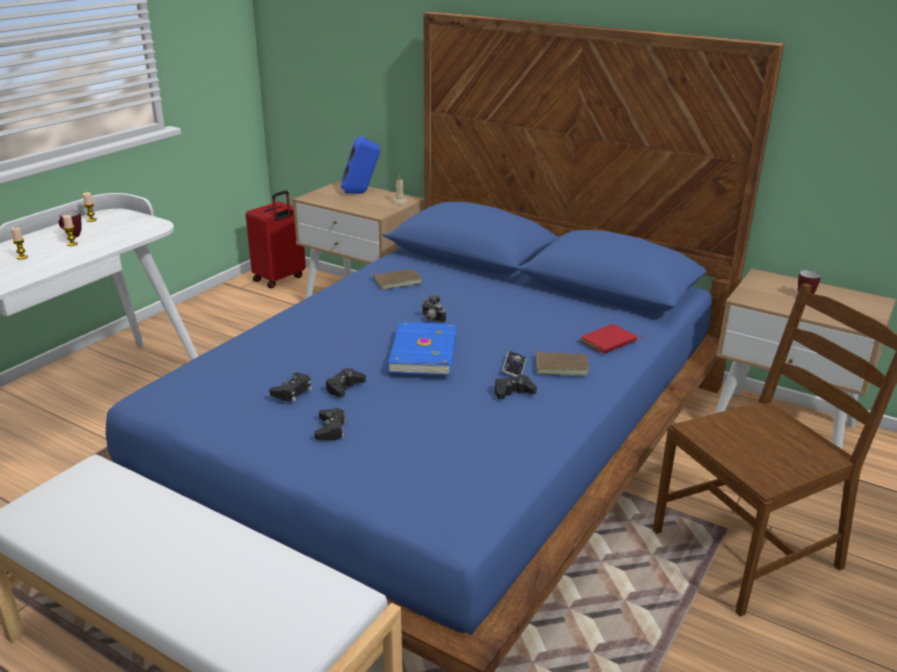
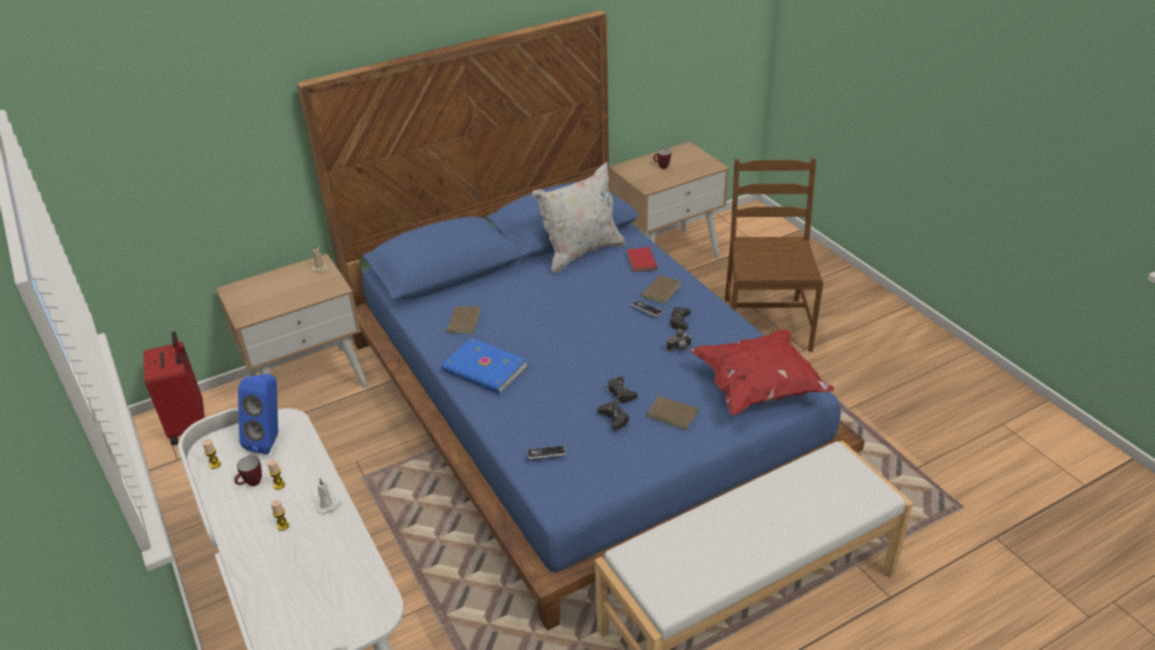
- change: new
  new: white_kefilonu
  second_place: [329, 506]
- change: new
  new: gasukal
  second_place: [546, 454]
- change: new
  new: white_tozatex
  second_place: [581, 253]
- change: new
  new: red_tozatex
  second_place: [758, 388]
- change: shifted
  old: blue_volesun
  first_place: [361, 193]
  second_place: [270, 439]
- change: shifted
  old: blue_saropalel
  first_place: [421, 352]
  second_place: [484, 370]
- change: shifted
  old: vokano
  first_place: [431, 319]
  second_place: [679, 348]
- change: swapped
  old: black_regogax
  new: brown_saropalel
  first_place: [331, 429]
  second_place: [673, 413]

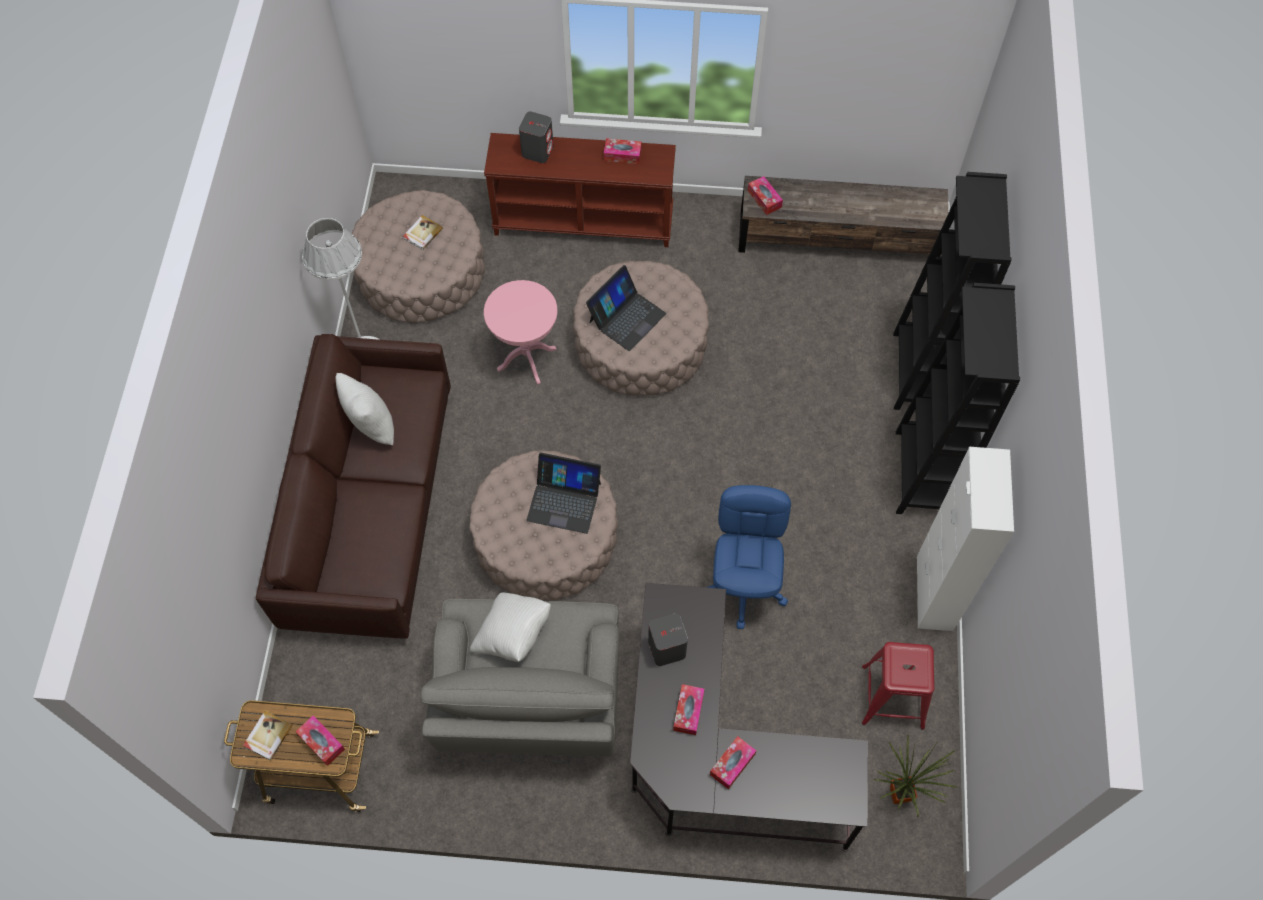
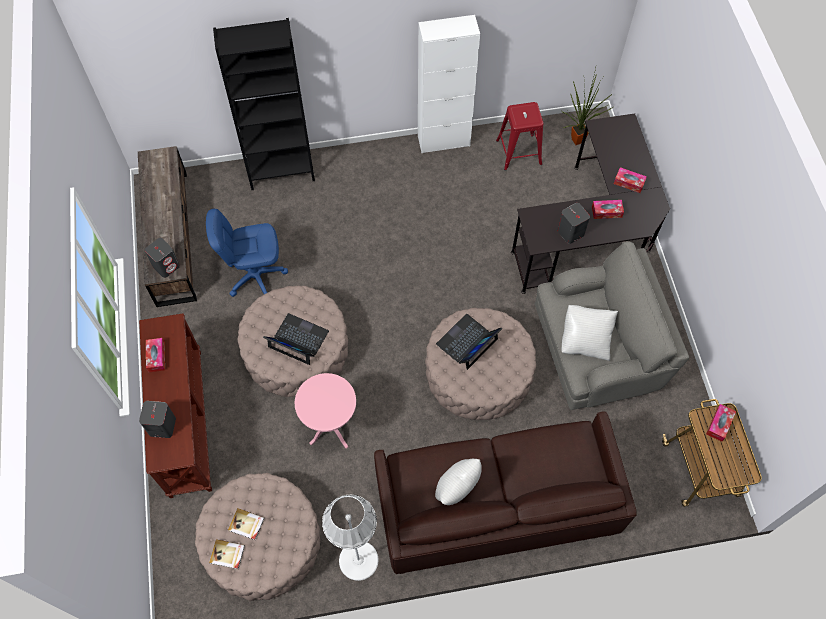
- change: gone
  old: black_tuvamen
  first_place: [923, 474]
- change: shifted
  old: saropalel
  first_place: [267, 736]
  second_place: [227, 555]
- change: shifted
  old: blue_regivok
  first_place: [743, 586]
  second_place: [256, 276]
- change: swapped
  old: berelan
  new: grey_volesun
  first_place: [764, 199]
  second_place: [166, 266]
- change: rotated
  old: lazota
  first_place: [564, 501]
  second_place: [467, 342]
  degrees: -135

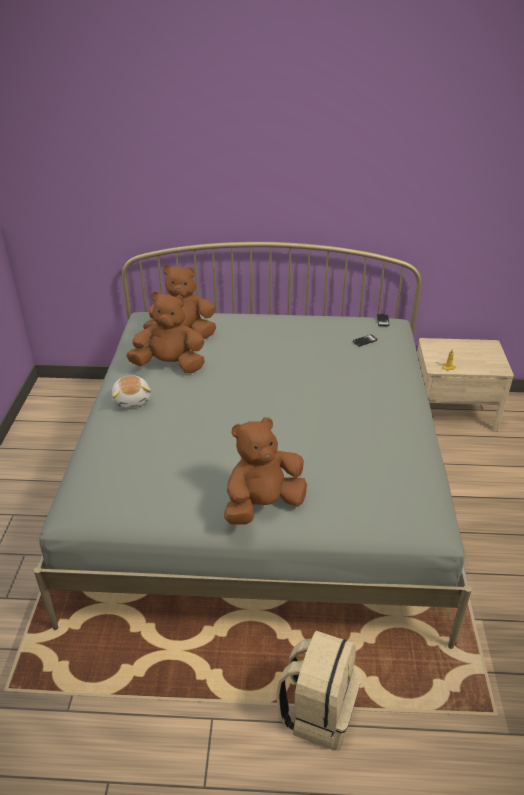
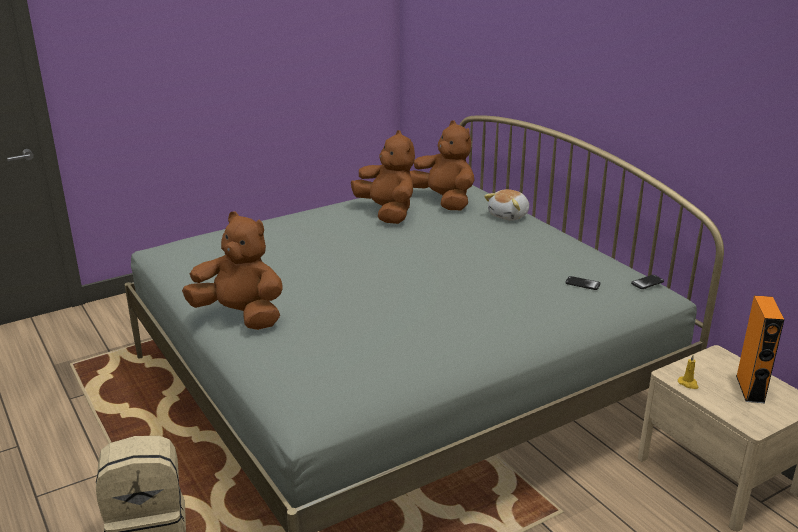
- change: new
  new: orange_volesun
  second_place: [750, 389]
- change: shifted
  old: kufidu
  first_place: [132, 400]
  second_place: [509, 216]

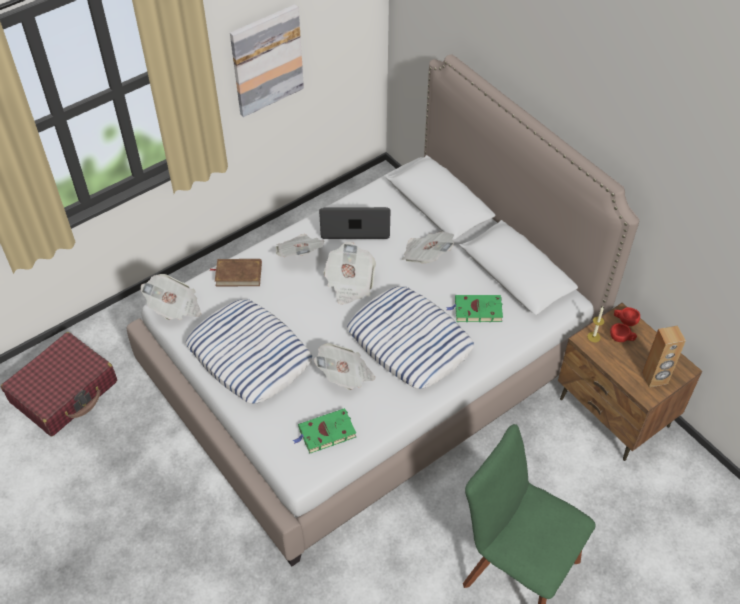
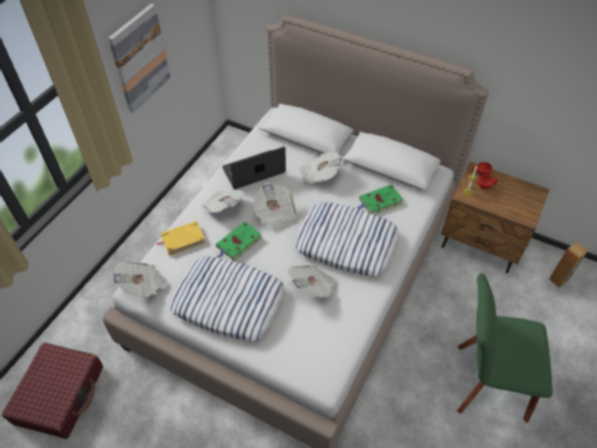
- change: shifted
  old: green_saropalel
  first_place: [325, 433]
  second_place: [238, 243]
- change: shifted
  old: brown_volesun
  first_place: [655, 378]
  second_place: [558, 280]
- change: repainted
  old: brown_saropalel
  new: yellow_saropalel
  first_place: [238, 274]
  second_place: [183, 240]

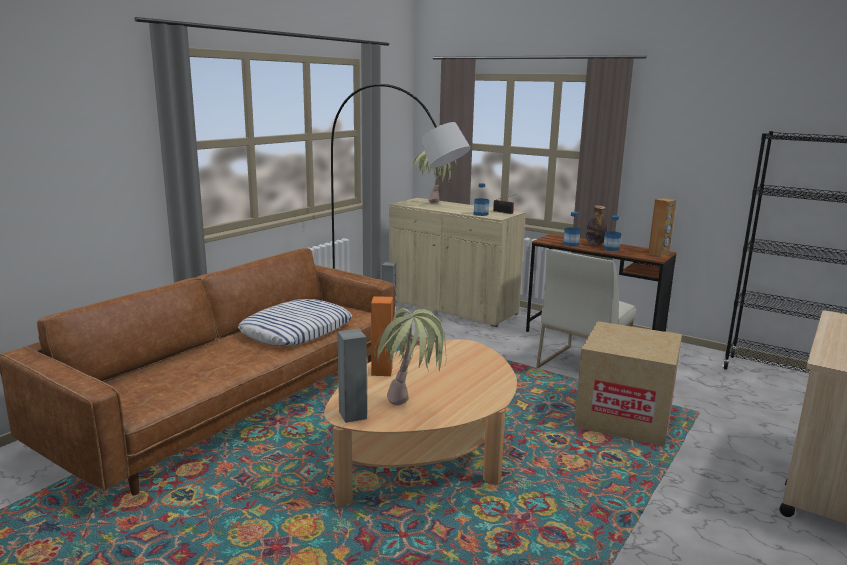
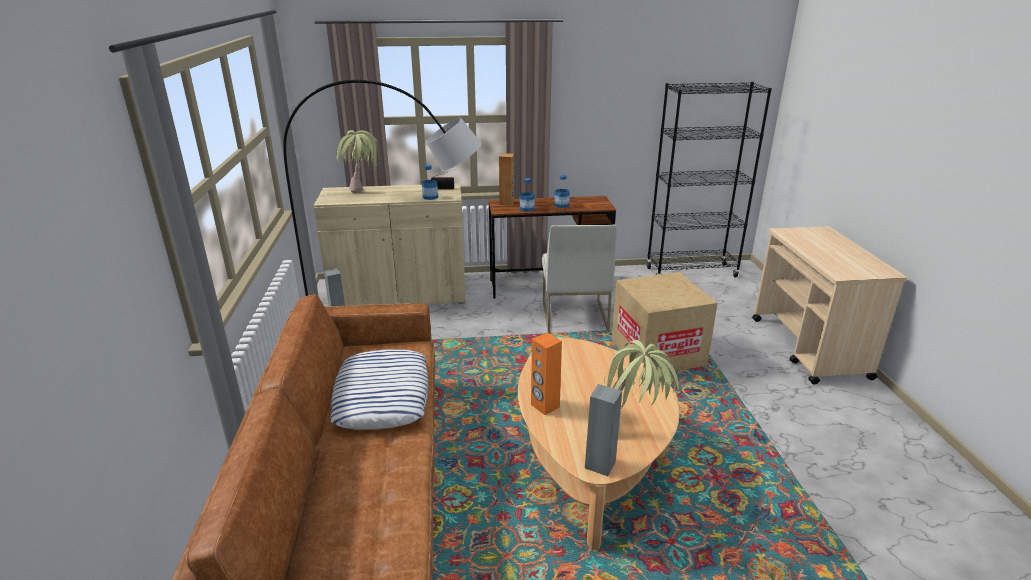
- change: gone
  old: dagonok
  first_place: [595, 244]
- change: shifted
  old: brown_volesun
  first_place: [659, 254]
  second_place: [507, 203]

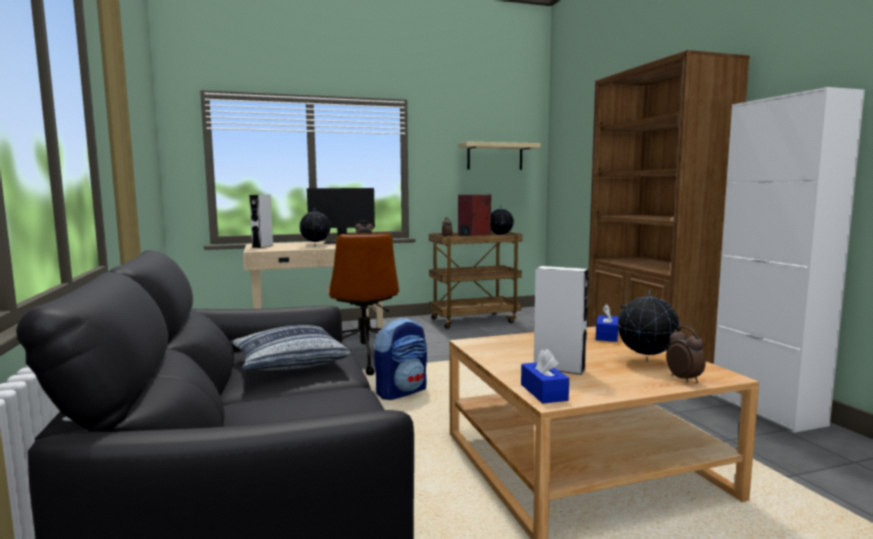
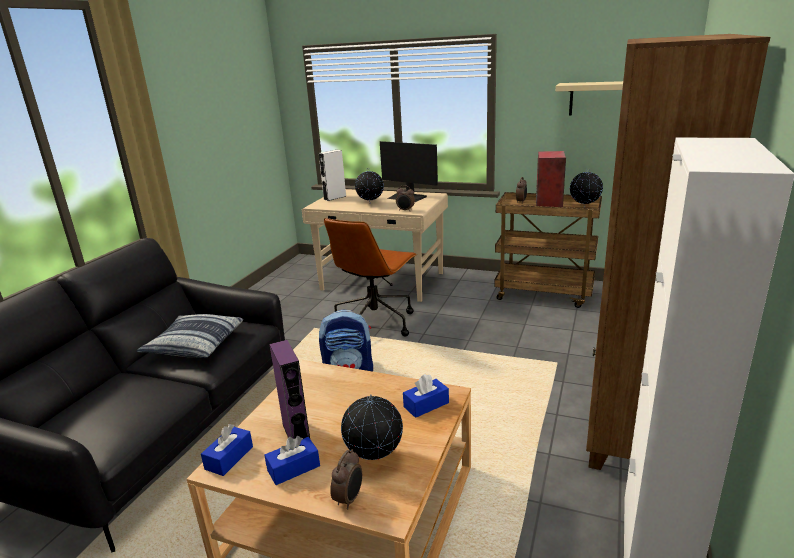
- change: new
  new: blue_berelan
  second_place: [293, 468]
- change: repainted
  old: white_volesun
  new: purple_volesun
  first_place: [559, 368]
  second_place: [296, 433]

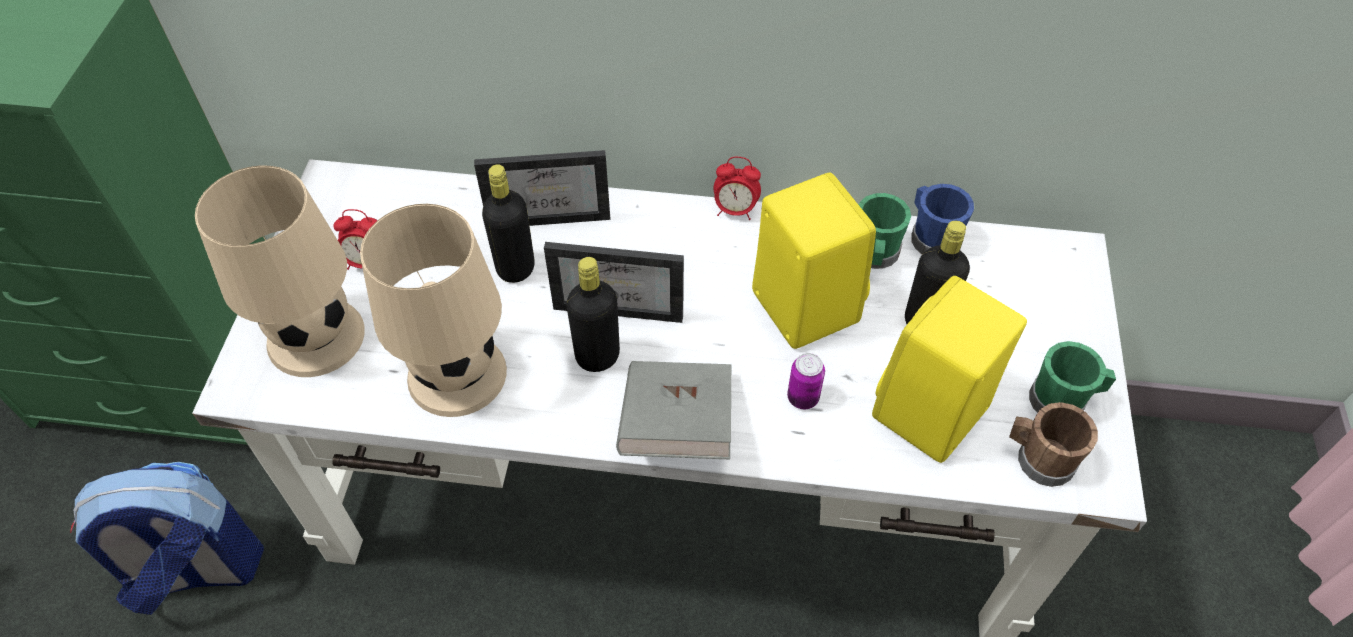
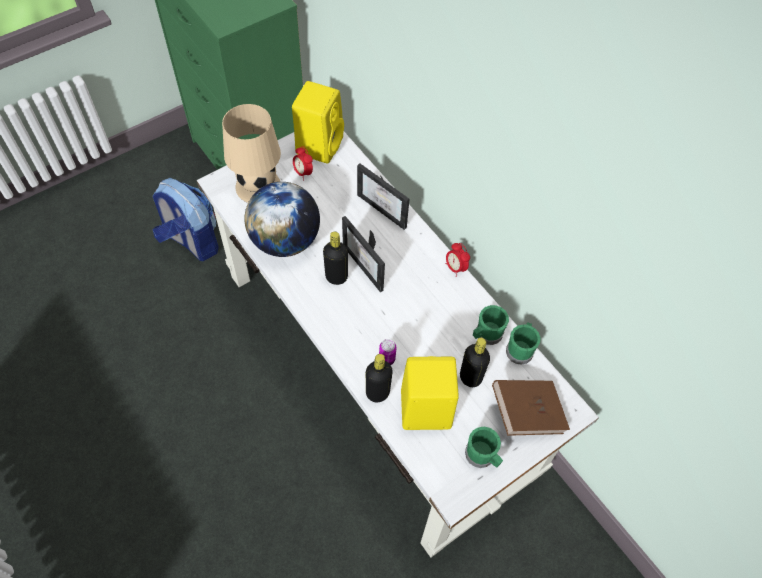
- change: gone
  old: grey_saropalel
  first_place: [676, 426]
- change: gone
  old: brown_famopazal
  first_place: [1039, 459]
- change: new
  new: brown_saropalel
  second_place: [526, 413]
- change: shifted
  old: black_dagonok
  first_place: [515, 268]
  second_place: [377, 392]
- change: shifted
  old: yellow_volesun
  first_place: [802, 304]
  second_place: [319, 144]
- change: swapped
  old: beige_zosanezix
  new: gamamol
  first_place: [458, 374]
  second_place: [285, 240]
- change: repainted
  old: blue_famopazal
  new: green_famopazal
  first_place: [931, 236]
  second_place: [520, 349]

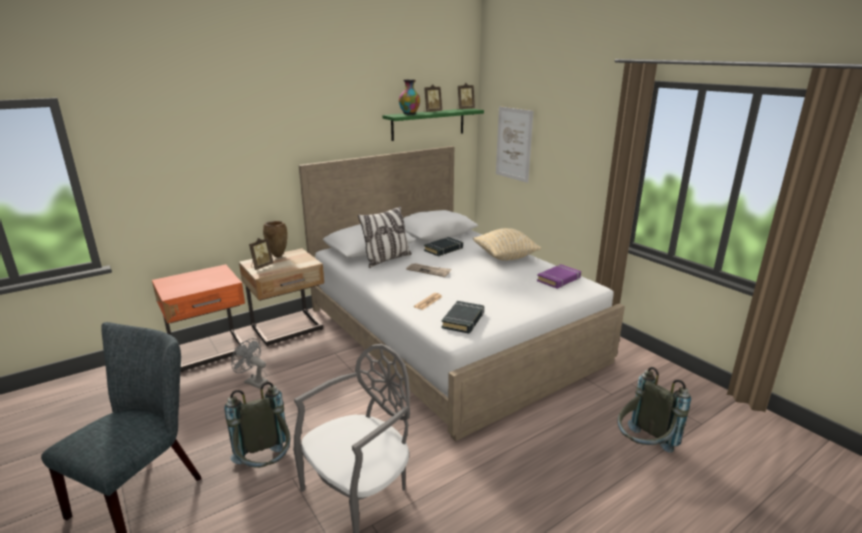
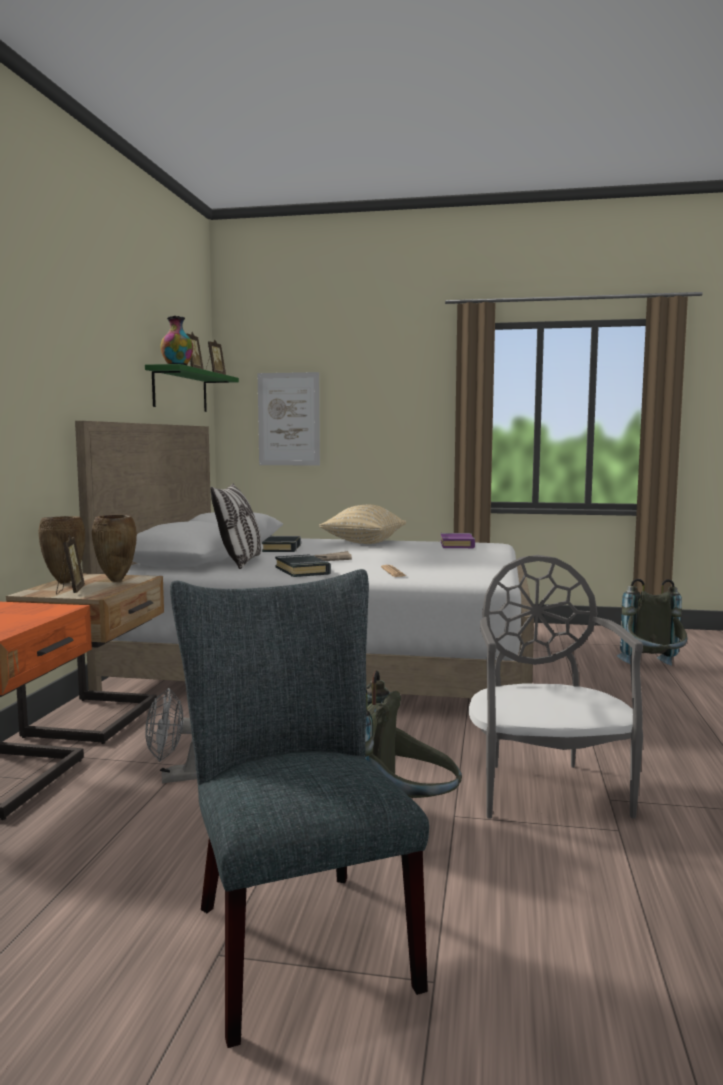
- change: new
  new: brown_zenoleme
  second_place: [117, 580]
- change: shifted
  old: black_saropalel
  first_place: [463, 320]
  second_place: [302, 571]

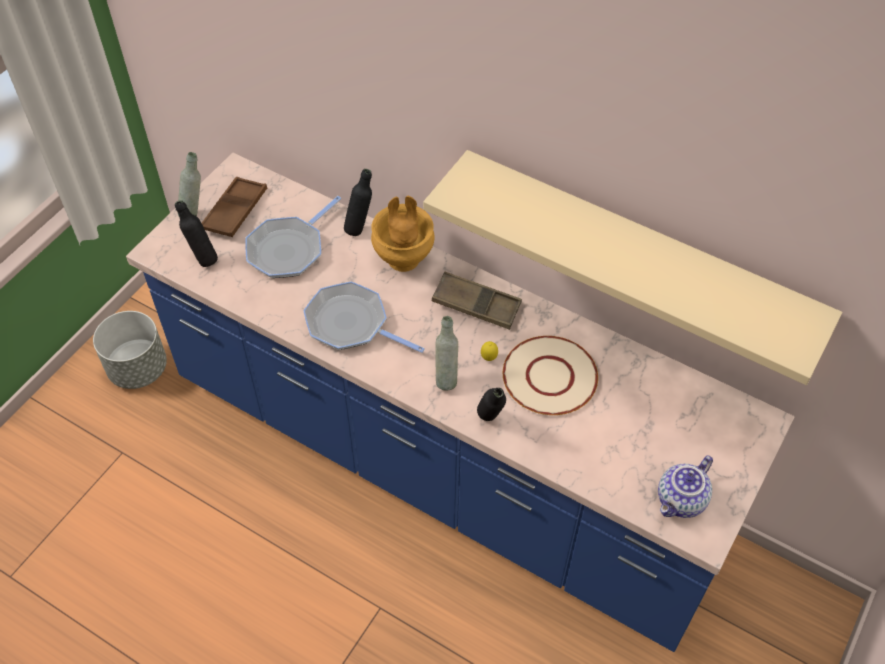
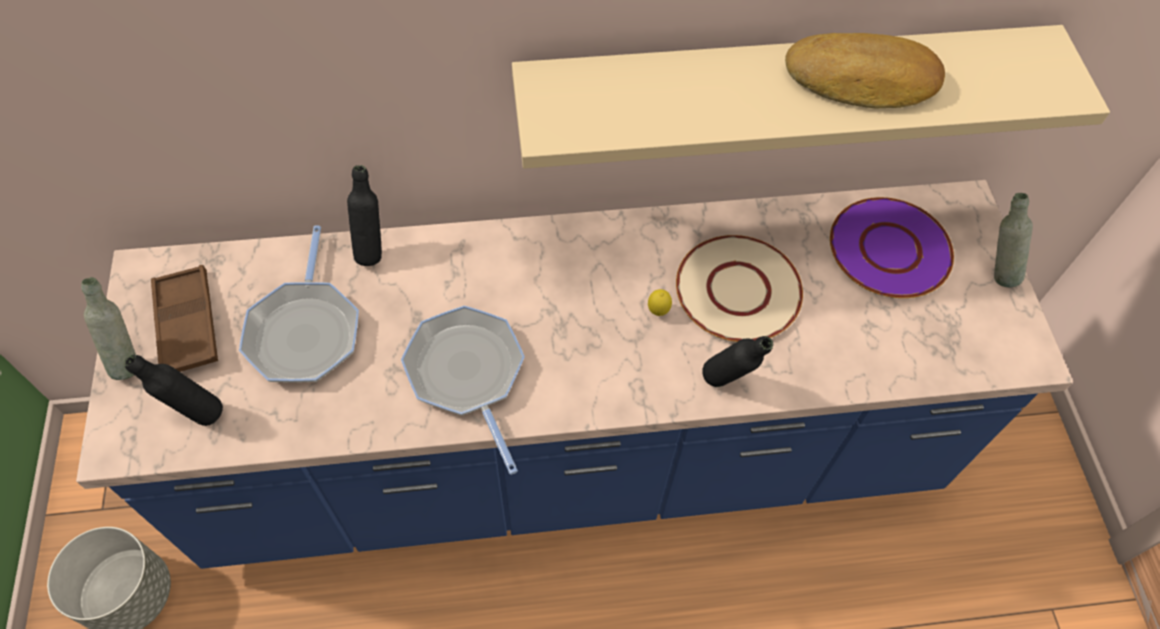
- change: gone
  old: brown_zenoleme
  first_place: [404, 259]
- change: gone
  old: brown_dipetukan
  first_place: [476, 305]
- change: gone
  old: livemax
  first_place: [681, 501]
- change: new
  new: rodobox
  second_place: [862, 81]
- change: new
  new: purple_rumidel
  second_place: [888, 249]
- change: shifted
  old: grey_dagonok
  first_place: [446, 377]
  second_place: [994, 272]
- change: rotated
  old: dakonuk
  first_place: [351, 324]
  second_place: [467, 374]
  degrees: 75

